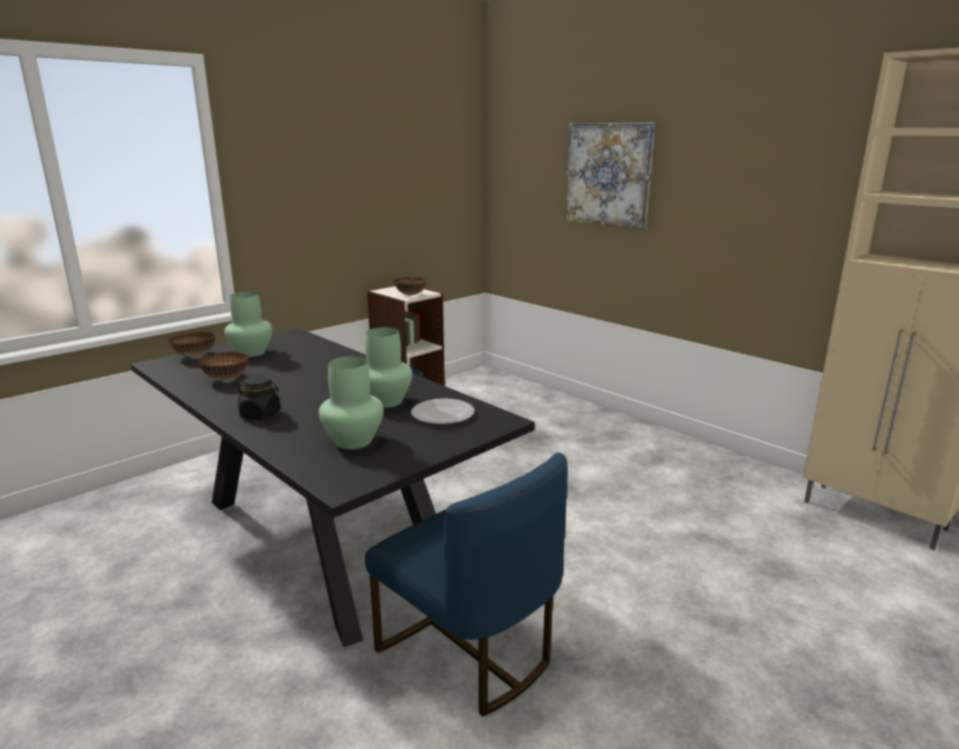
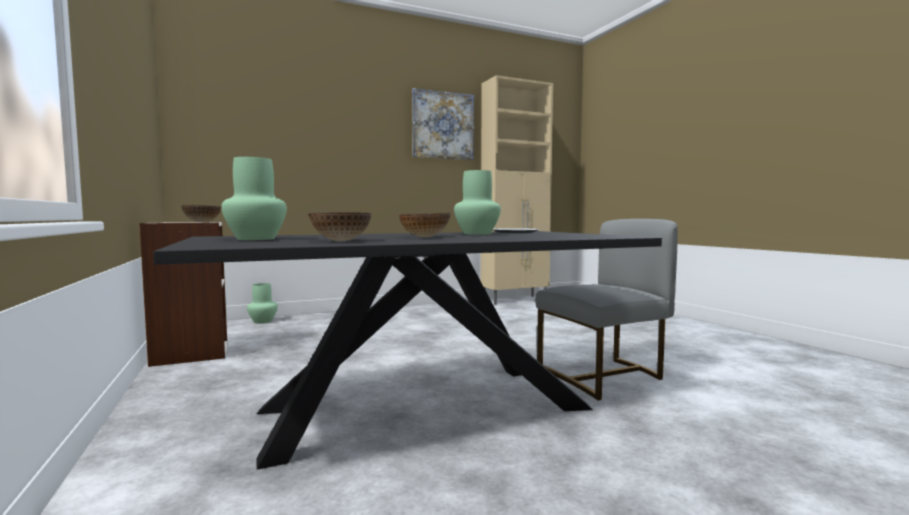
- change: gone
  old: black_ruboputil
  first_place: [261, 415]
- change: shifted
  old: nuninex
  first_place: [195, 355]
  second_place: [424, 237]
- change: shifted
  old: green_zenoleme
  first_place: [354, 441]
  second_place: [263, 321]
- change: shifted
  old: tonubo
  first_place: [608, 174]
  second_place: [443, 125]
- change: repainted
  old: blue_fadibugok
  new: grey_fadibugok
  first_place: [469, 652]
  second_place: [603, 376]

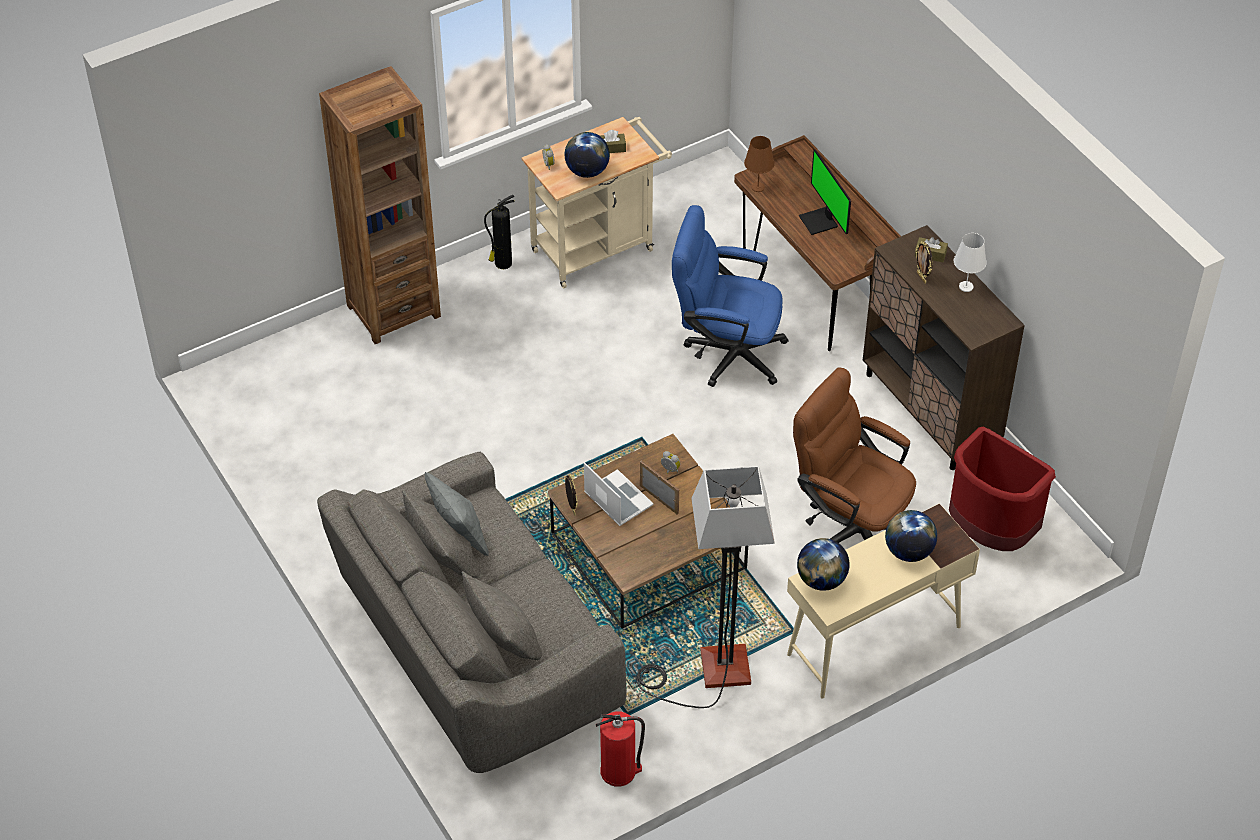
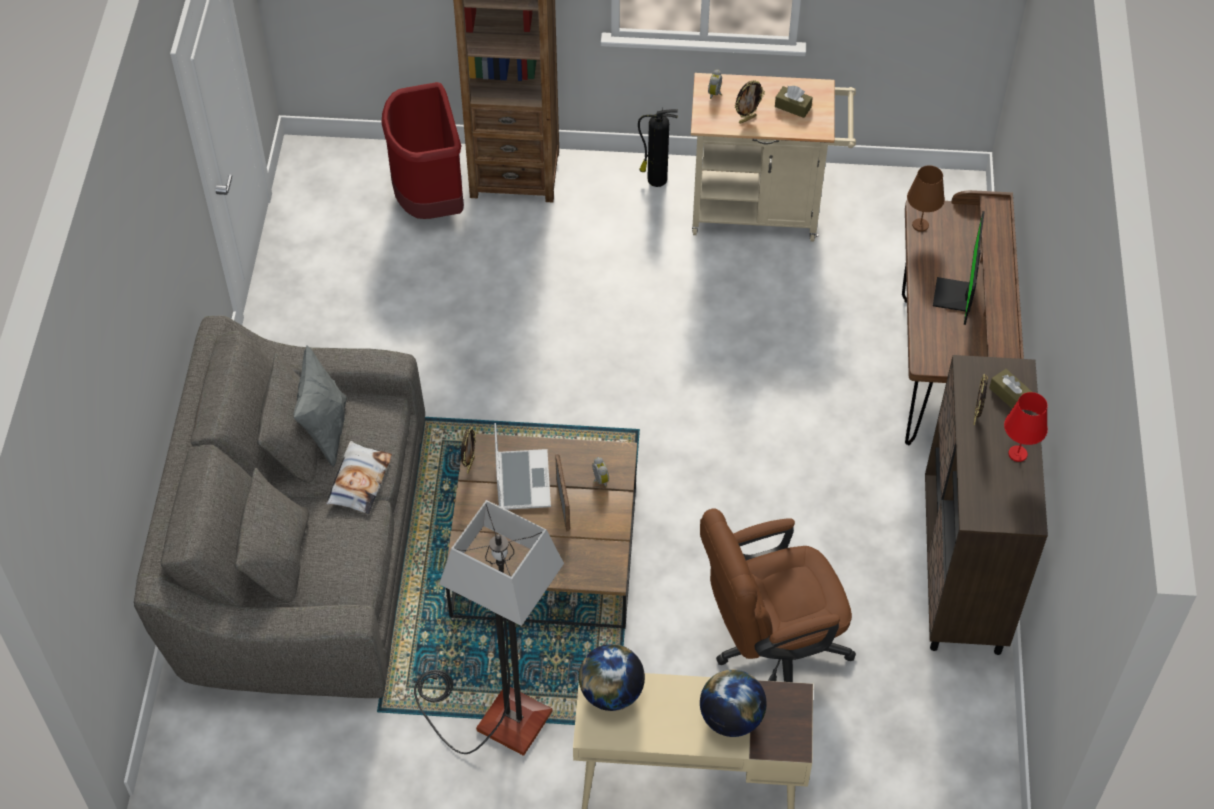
- change: gone
  old: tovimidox
  first_place: [619, 771]
- change: gone
  old: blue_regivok
  first_place: [726, 352]
- change: new
  new: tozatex
  second_place: [359, 481]
- change: shifted
  old: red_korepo
  first_place: [990, 533]
  second_place: [429, 200]
- change: swapped
  old: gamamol
  new: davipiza
  first_place: [587, 171]
  second_place: [747, 119]
- change: repainted
  old: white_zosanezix
  new: red_zosanezix
  first_place: [966, 287]
  second_place: [1017, 454]
- change: rotated
  old: brown_regivok
  first_place: [850, 525]
  second_place: [769, 646]
  degrees: -90

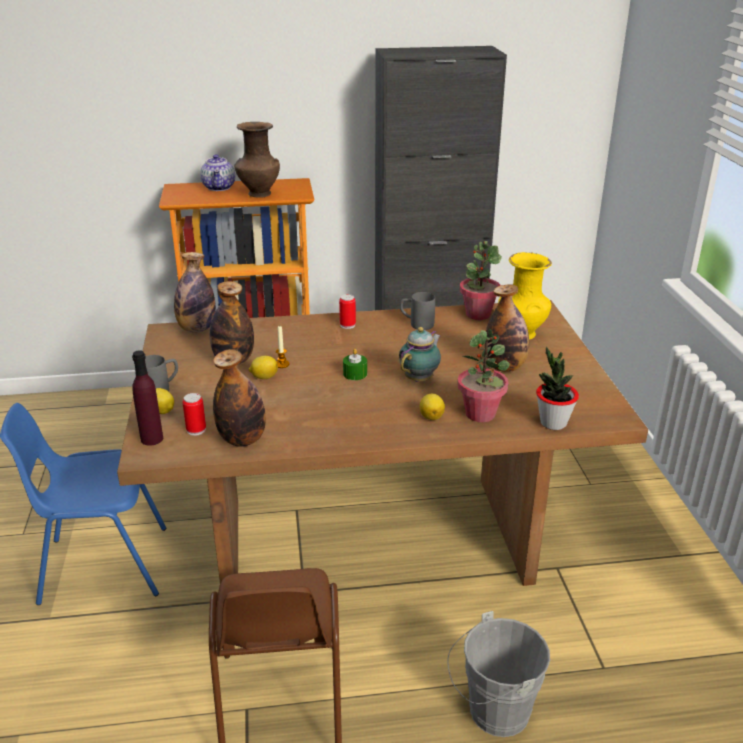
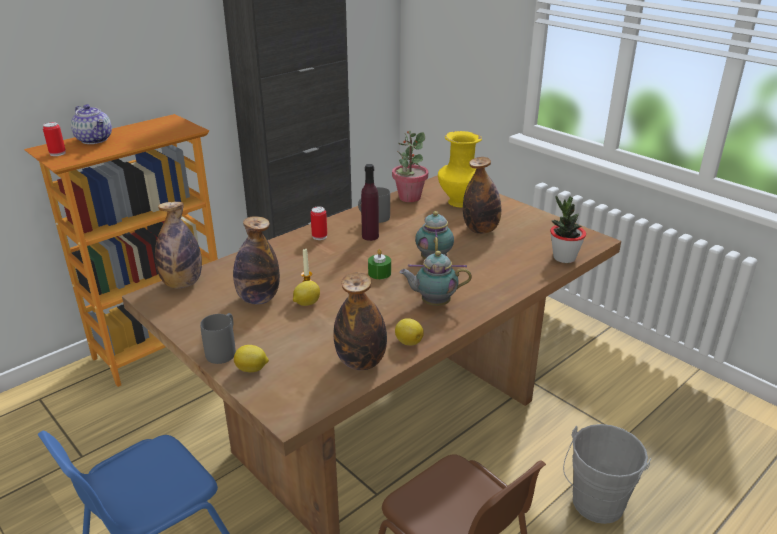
- change: gone
  old: brown_zenoleme
  first_place: [258, 194]
- change: gone
  old: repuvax
  first_place: [480, 414]
- change: new
  new: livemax
  second_place: [433, 303]
- change: shifted
  old: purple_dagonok
  first_place: [152, 439]
  second_place: [370, 236]
- change: shifted
  old: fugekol
  first_place: [196, 430]
  second_place: [57, 153]
- change: shifted
  old: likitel
  first_place: [431, 416]
  second_place: [408, 341]

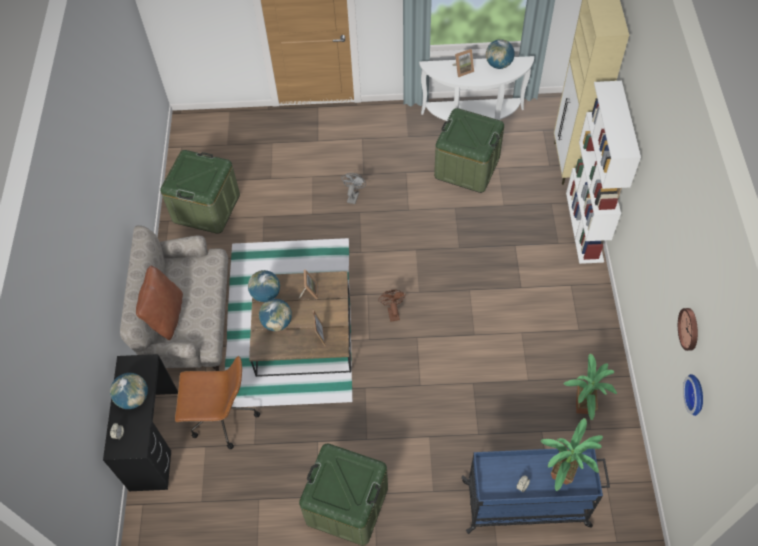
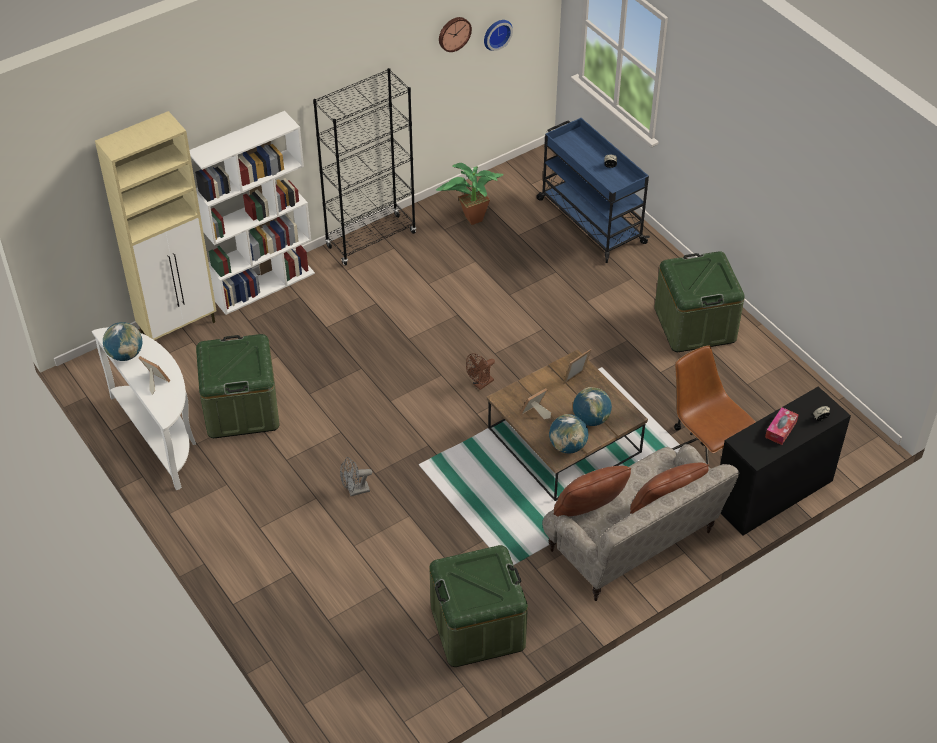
- change: gone
  old: repuvax
  first_place: [565, 472]
- change: new
  new: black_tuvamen
  second_place: [371, 240]
- change: new
  new: brown_tozatex
  second_place: [589, 512]
- change: swapped
  old: gamamol
  new: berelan
  first_place: [133, 398]
  second_place: [780, 429]

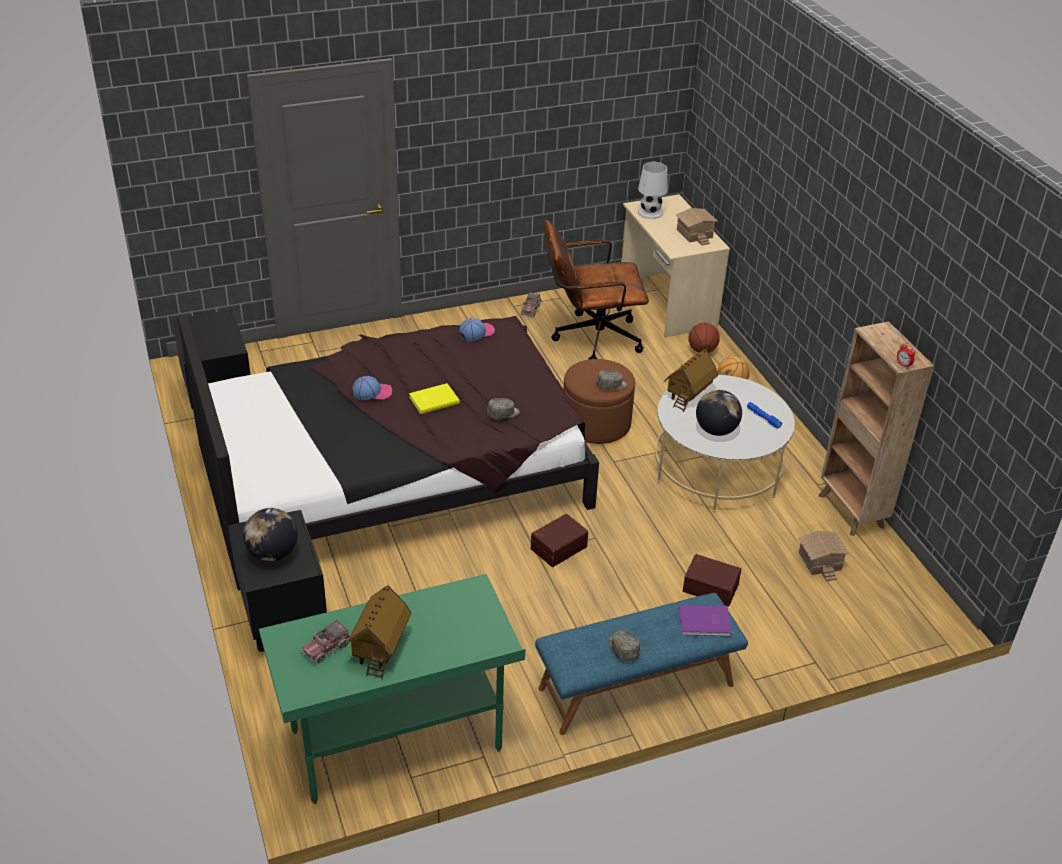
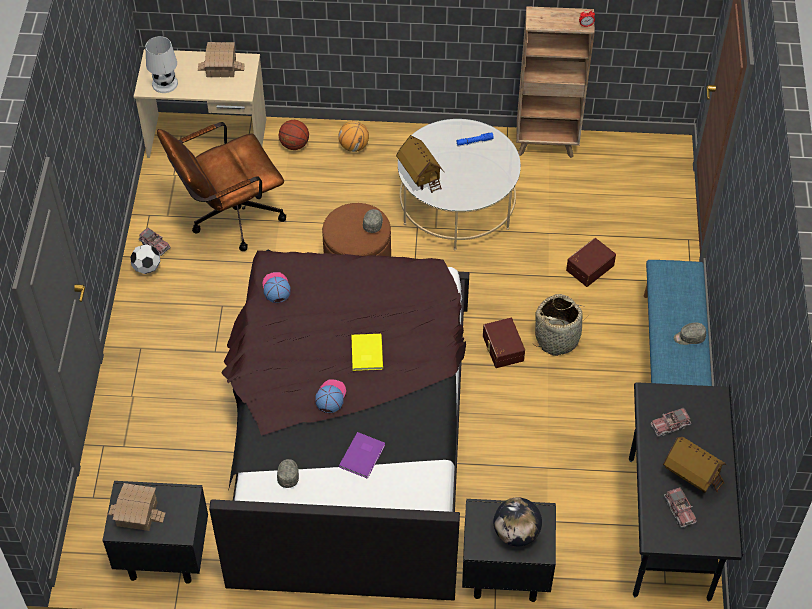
- change: gone
  old: gamamol
  first_place: [716, 430]
- change: new
  new: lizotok
  second_place: [147, 268]
- change: new
  new: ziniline
  second_place: [557, 338]
- change: new
  new: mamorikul
  second_place: [670, 425]
- change: shifted
  old: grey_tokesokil
  first_place: [503, 414]
  second_place: [288, 474]
- change: shifted
  old: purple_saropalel
  first_place: [705, 623]
  second_place: [363, 456]
- change: shifted
  old: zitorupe
  first_place: [820, 561]
  second_place: [137, 513]
- change: repainted
  old: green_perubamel
  new: black_perubamel
  first_place: [396, 742]
  second_place: [669, 528]
- change: rotated
  old: brown_regivok
  first_place: [589, 338]
  second_place: [229, 217]
  degrees: 45

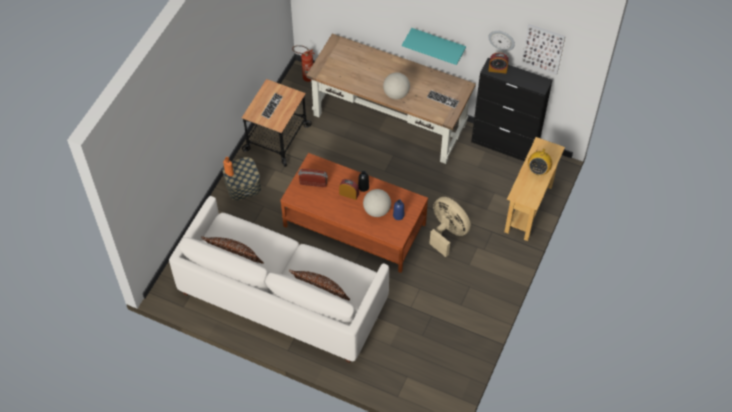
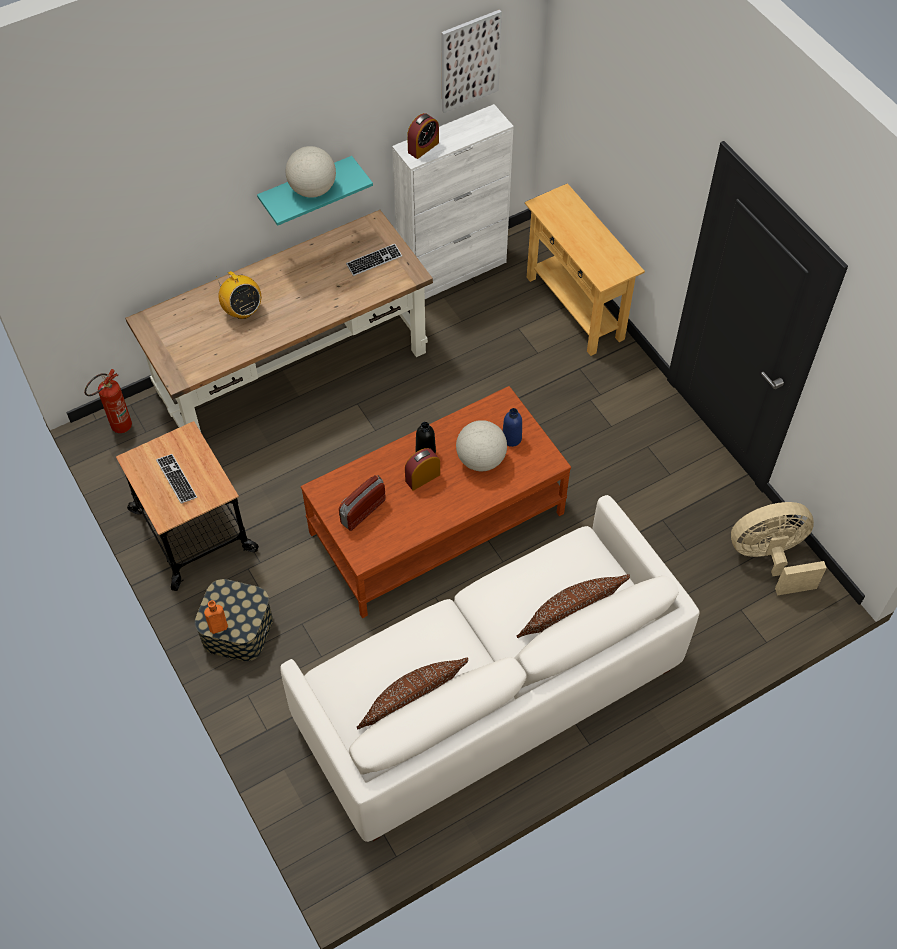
- change: gone
  old: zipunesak
  first_place: [502, 40]
- change: shifted
  old: gamamol
  first_place: [396, 94]
  second_place: [312, 190]
- change: shifted
  old: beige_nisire
  first_place: [447, 233]
  second_place: [770, 559]
- change: shifted
  old: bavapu
  first_place: [538, 170]
  second_place: [242, 311]
- change: repainted
  old: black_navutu
  new: white_navutu
  first_place: [504, 145]
  second_place: [453, 271]

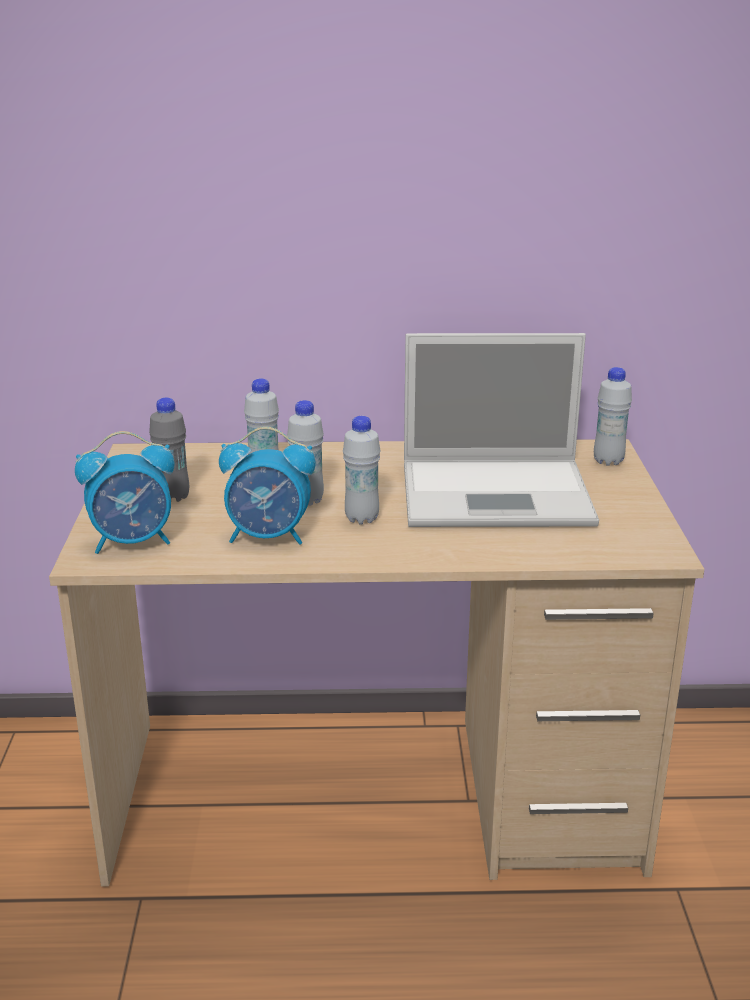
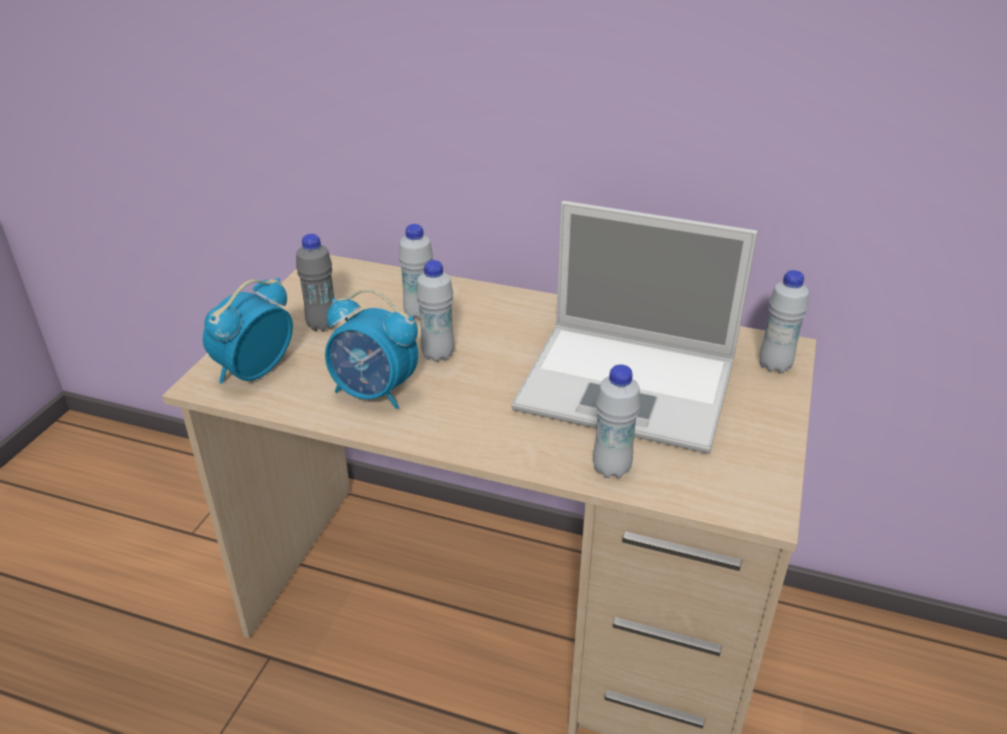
- change: shifted
  old: white_dagonok
  first_place: [362, 518]
  second_place: [611, 468]
- change: rotated
  old: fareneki
  first_place: [133, 542]
  second_place: [254, 372]
  degrees: 120

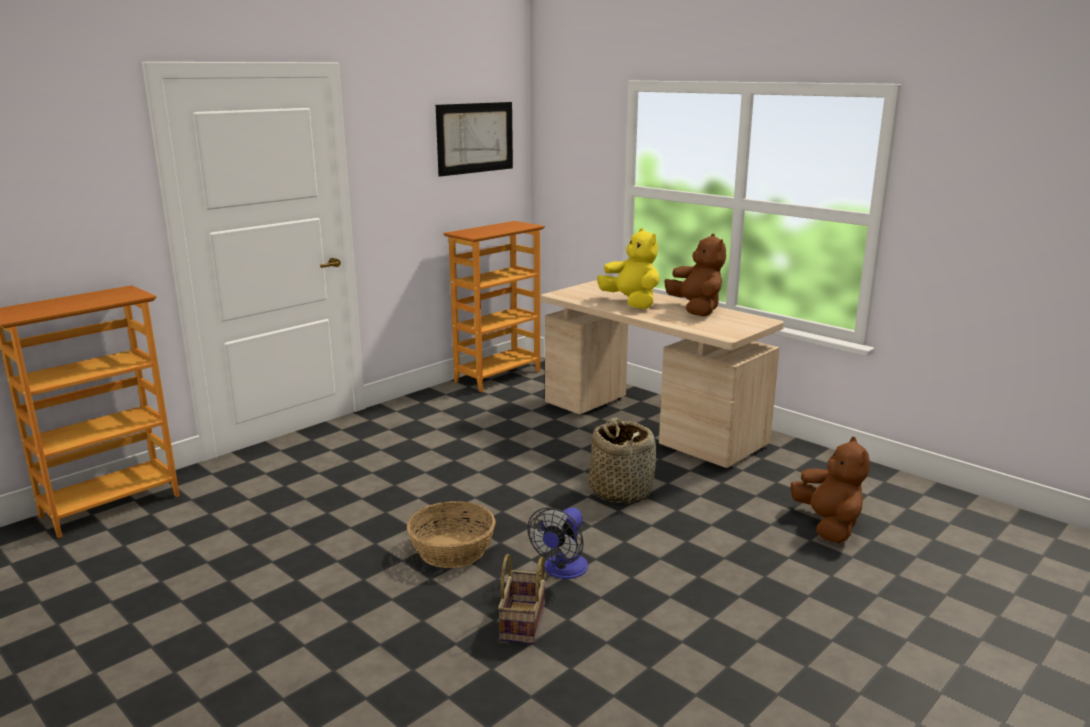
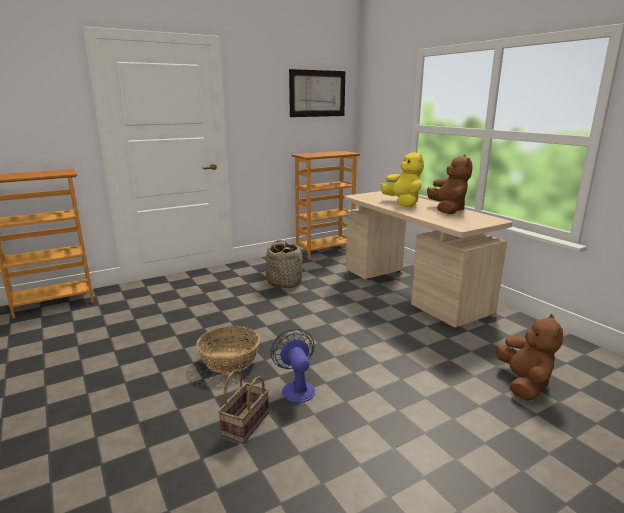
- change: shifted
  old: ziniline
  first_place: [620, 491]
  second_place: [284, 282]
- change: rotated
  old: nisire
  first_place: [562, 570]
  second_place: [296, 387]
  degrees: 120

